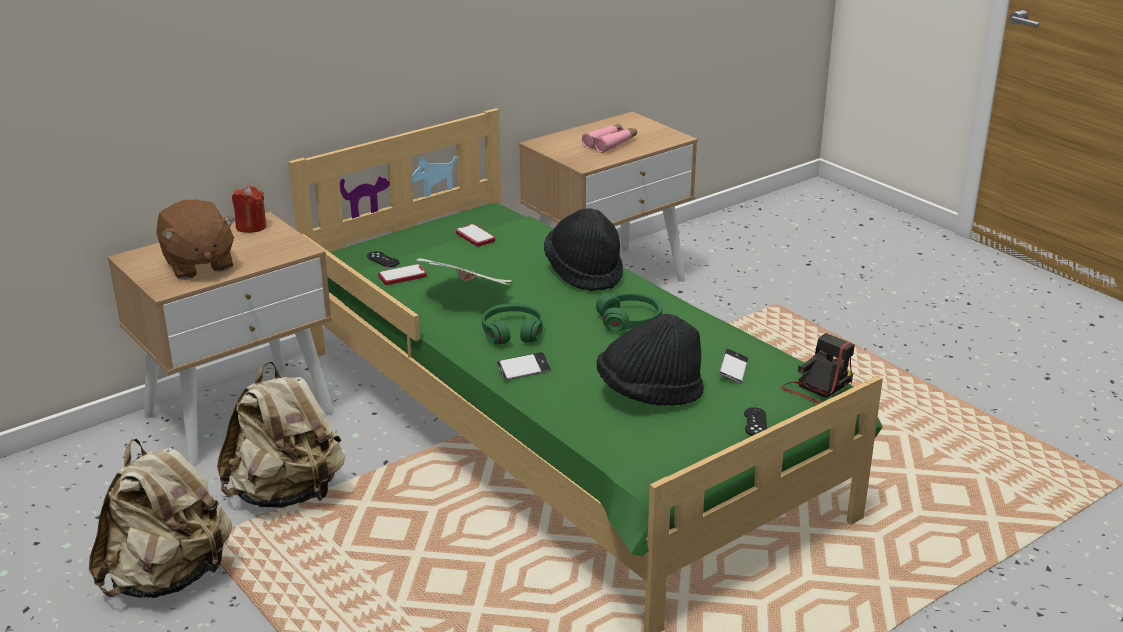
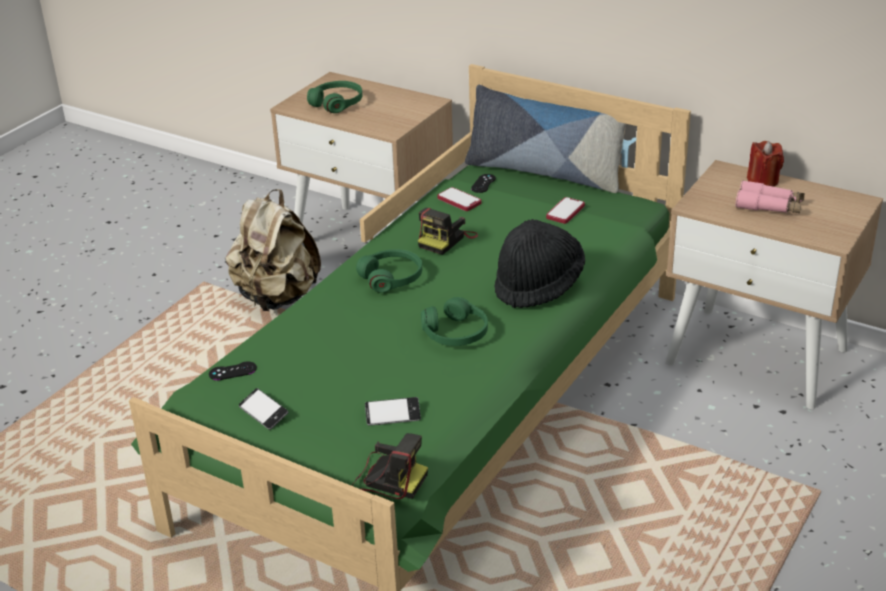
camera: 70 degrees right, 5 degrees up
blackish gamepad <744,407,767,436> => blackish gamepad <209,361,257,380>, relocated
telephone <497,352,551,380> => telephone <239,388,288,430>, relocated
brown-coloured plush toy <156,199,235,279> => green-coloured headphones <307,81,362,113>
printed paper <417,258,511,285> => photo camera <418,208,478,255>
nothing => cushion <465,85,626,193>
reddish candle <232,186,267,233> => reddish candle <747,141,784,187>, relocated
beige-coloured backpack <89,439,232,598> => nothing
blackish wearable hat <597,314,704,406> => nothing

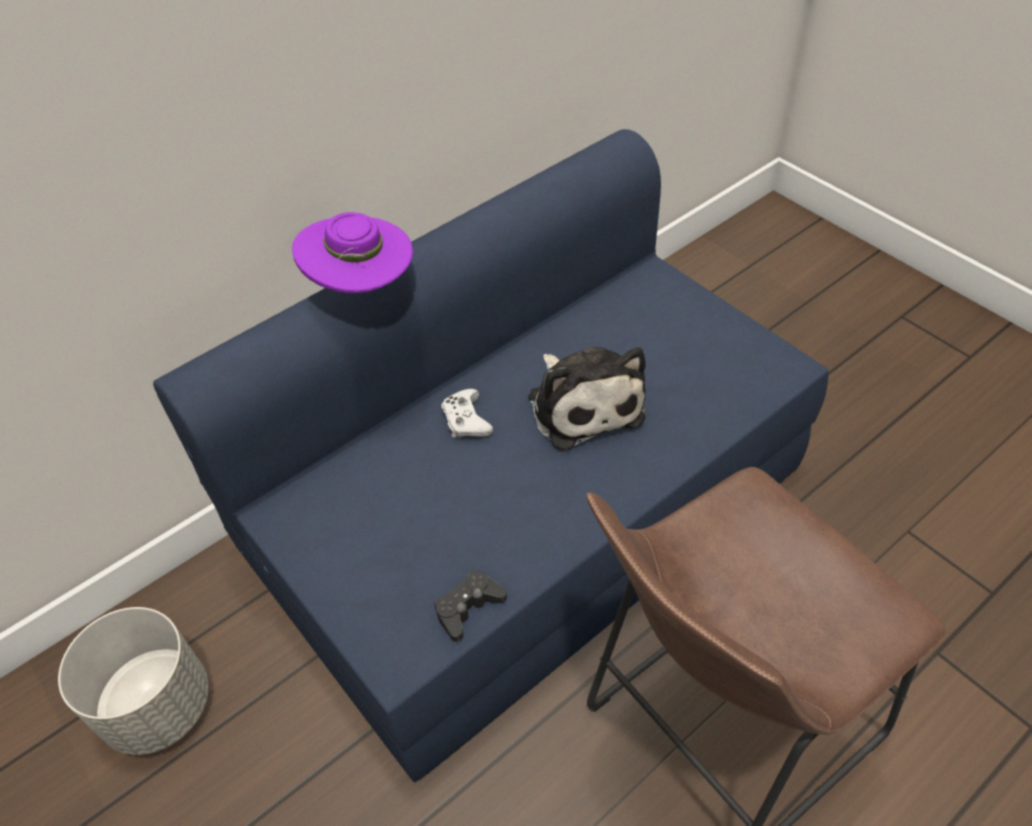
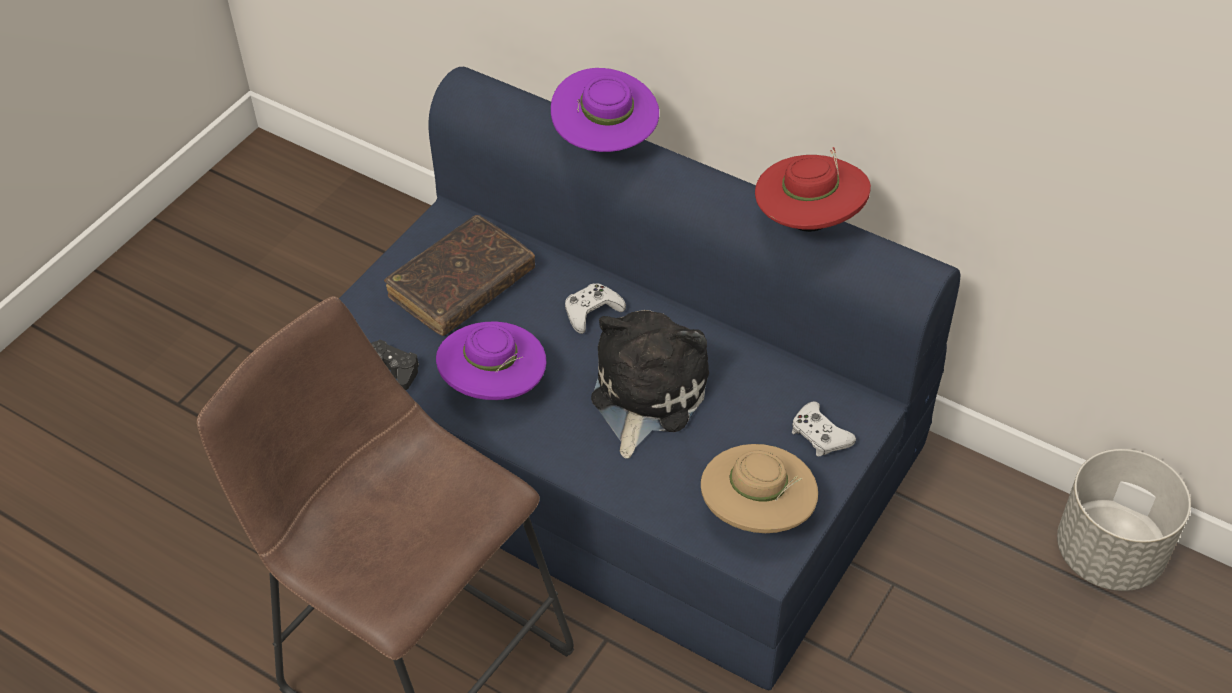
camera: 70 degrees right, 0 degrees up
nothing => brown-coloured bound book <384,215,535,336>
nothing => purplish wearable hat <436,321,546,400>
plush toy <528,347,646,451> => plush toy <591,310,709,459>, 150 degrees clockwise
nothing => beige-coloured wearable hat <701,444,818,533>
nothing => reddish wearable hat <755,147,871,232>
nothing => white gamepad <792,401,856,457>
gray planter <58,607,209,755> => gray planter <1057,449,1191,591>, relocated

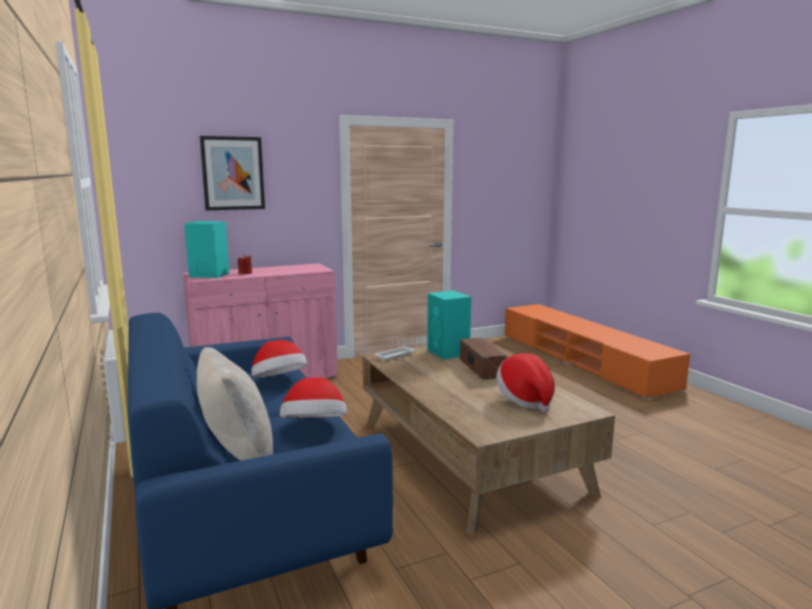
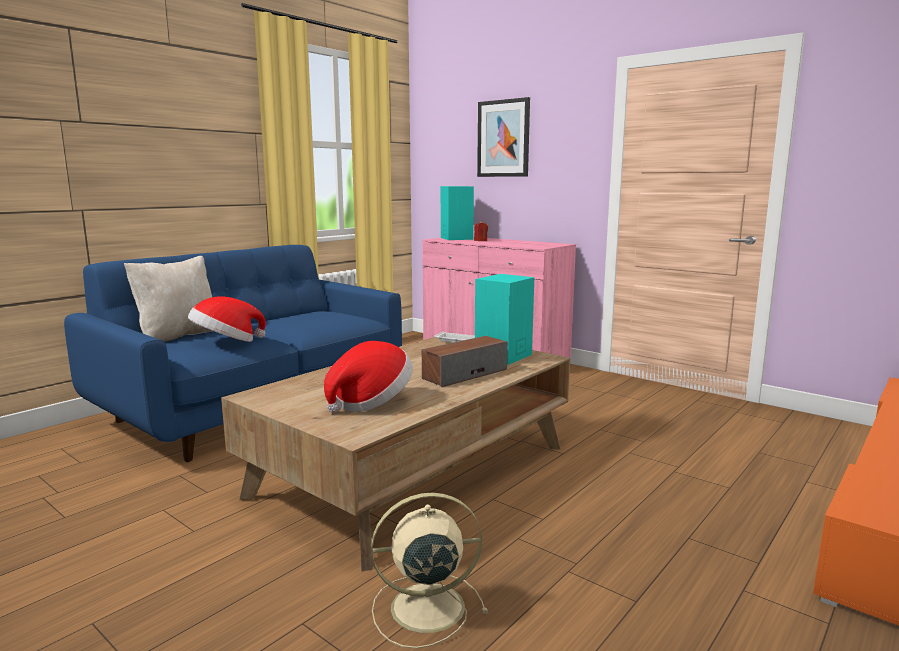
camera: 65 degrees right, 0 degrees up
nothing => beige-coloured cooling fan <371,493,488,649>
wearable hat <251,340,307,378> => nothing

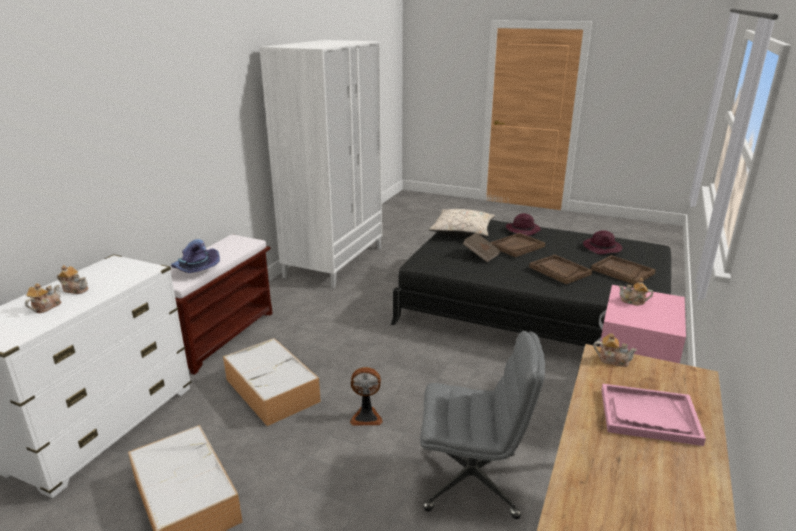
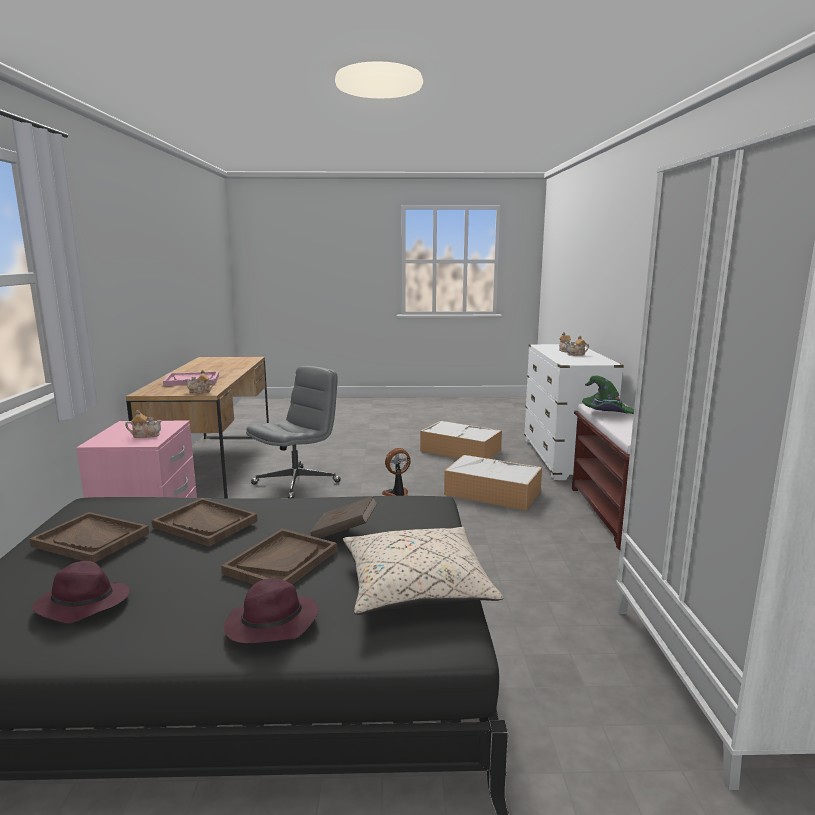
camera: 155 degrees right, 10 degrees down
gray desk chair <420,331,545,519> => gray desk chair <246,366,341,498>, 150 degrees clockwise
purplish wearable hat <171,239,220,273> => green-coloured wearable hat <582,376,634,414>

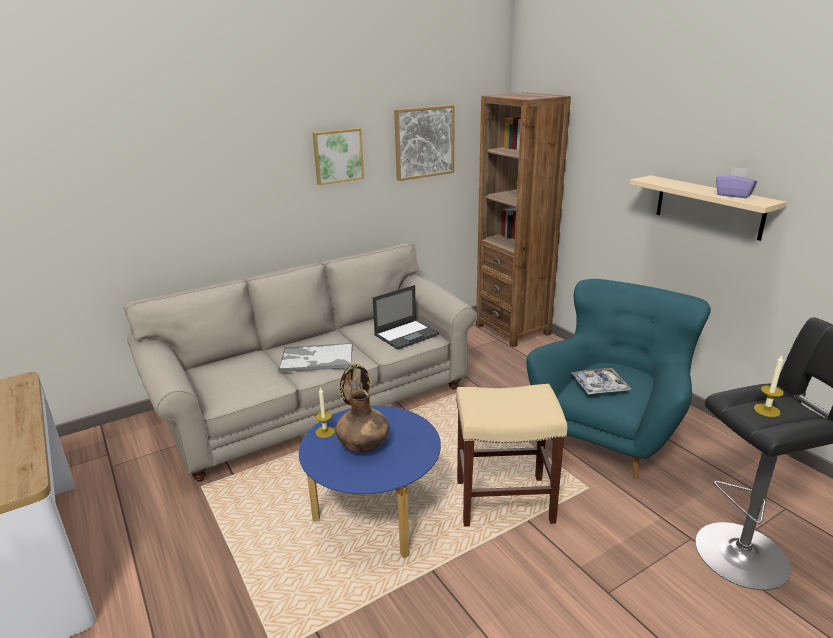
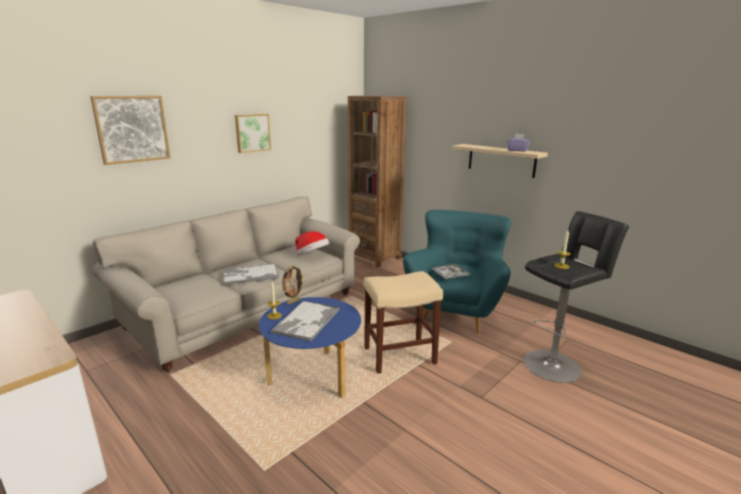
camera: 15 degrees left, 5 degrees down
wall art <394,105,455,181> => wall art <90,96,170,165>, relocated
brown-coloured vase <335,389,389,453> => tray <271,301,340,342>
notebook computer <373,285,439,350> => wearable hat <295,231,330,255>

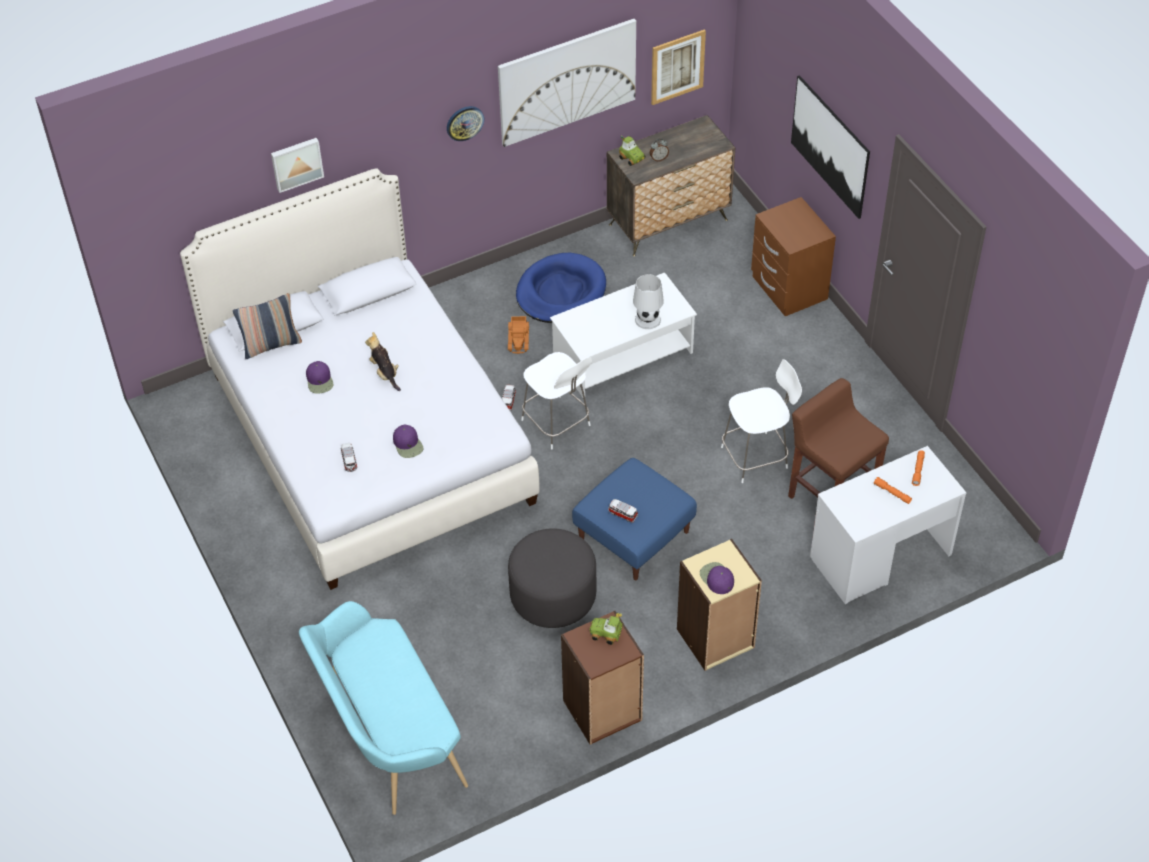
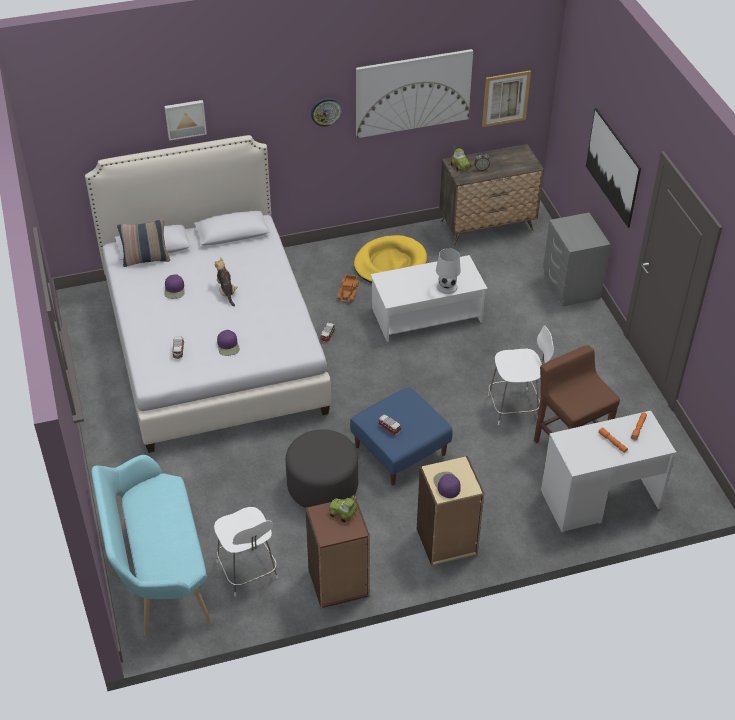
camera: 10 degrees right, 5 degrees down
white plain chair <521,352,592,449> => white plain chair <214,507,278,596>, relocated
blue-coloured dog bed <516,253,606,323> => yellowish dog bed <354,235,427,283>
brown-coloured nightstand <751,197,836,316> => gray nightstand <543,213,611,306>

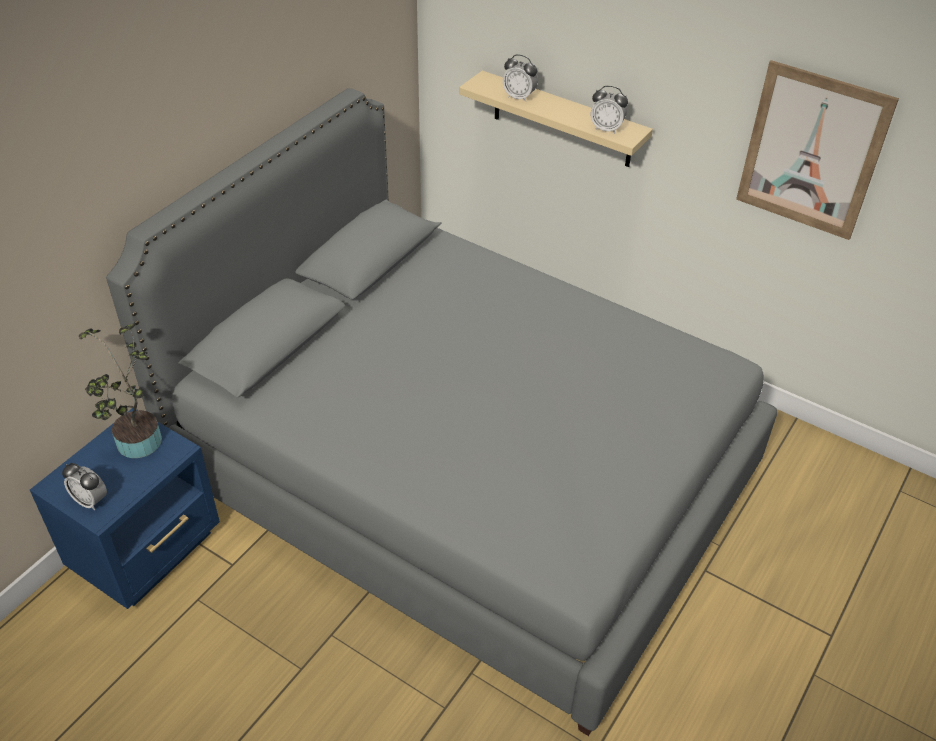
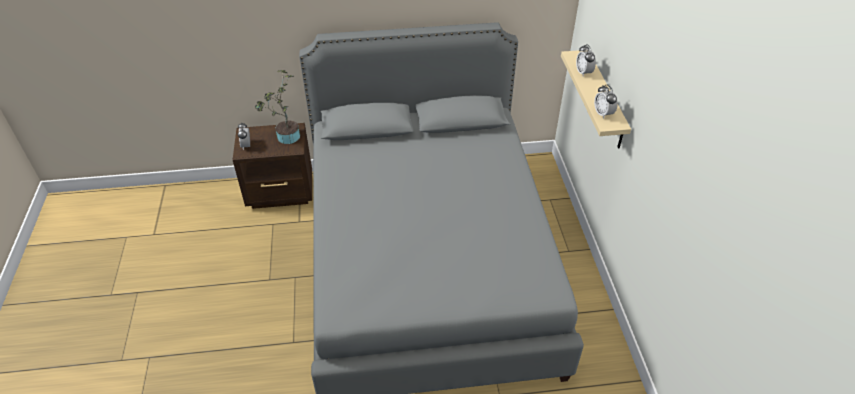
camera: 50 degrees right, 0 degrees up
blue-coloured nightstand <30,408,220,609> => brown-coloured nightstand <233,123,312,209>
wall art <736,60,899,240> => nothing

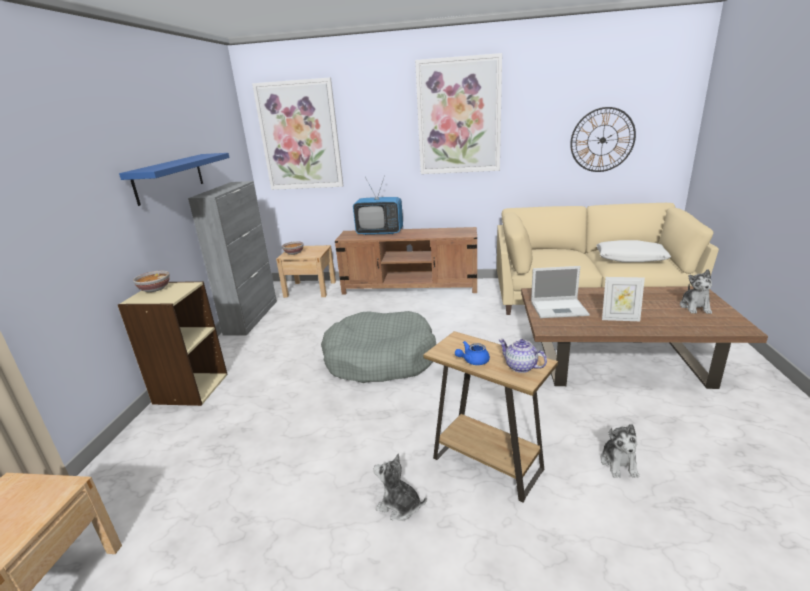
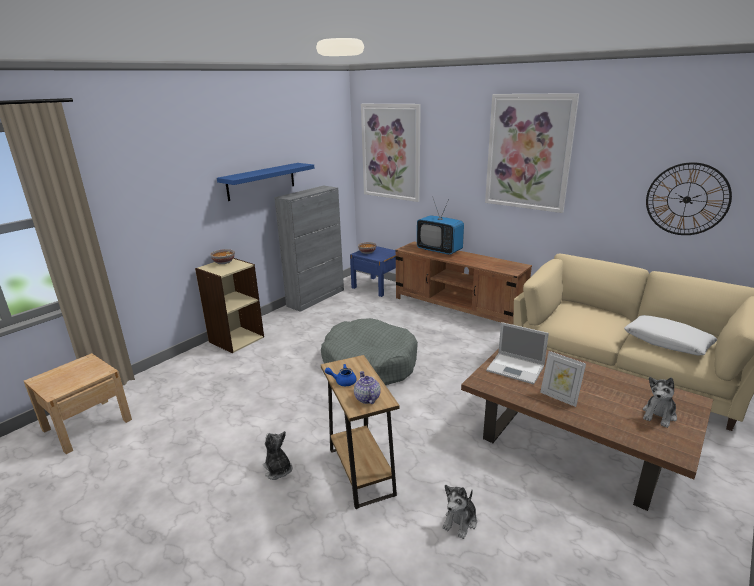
camera: 30 degrees right, 0 degrees up
beige-coloured nightstand <276,245,336,298> => blue-coloured nightstand <350,246,396,297>

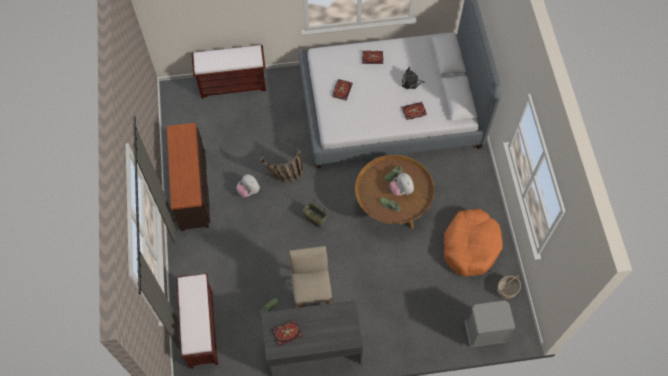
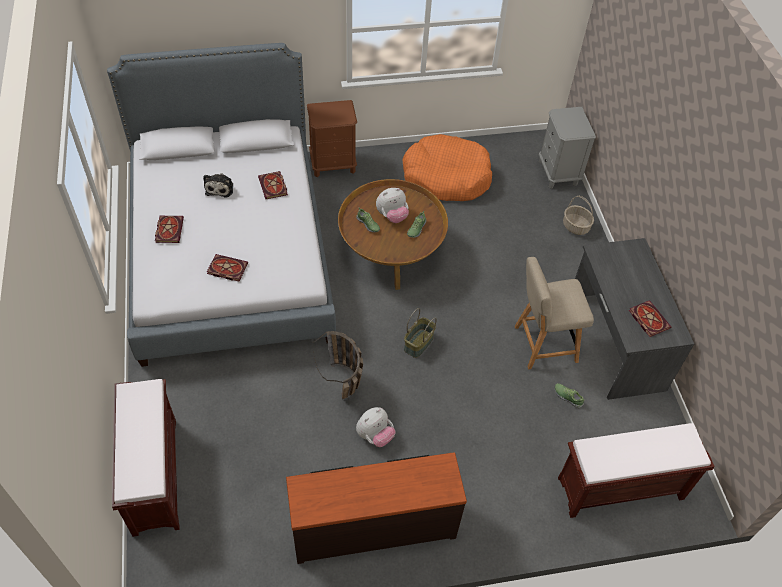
camera: 95 degrees left, 10 degrees down
nothing => brown-coloured nightstand <307,100,357,177>
household basket <497,276,521,299> => household basket <563,196,594,235>, relocated

